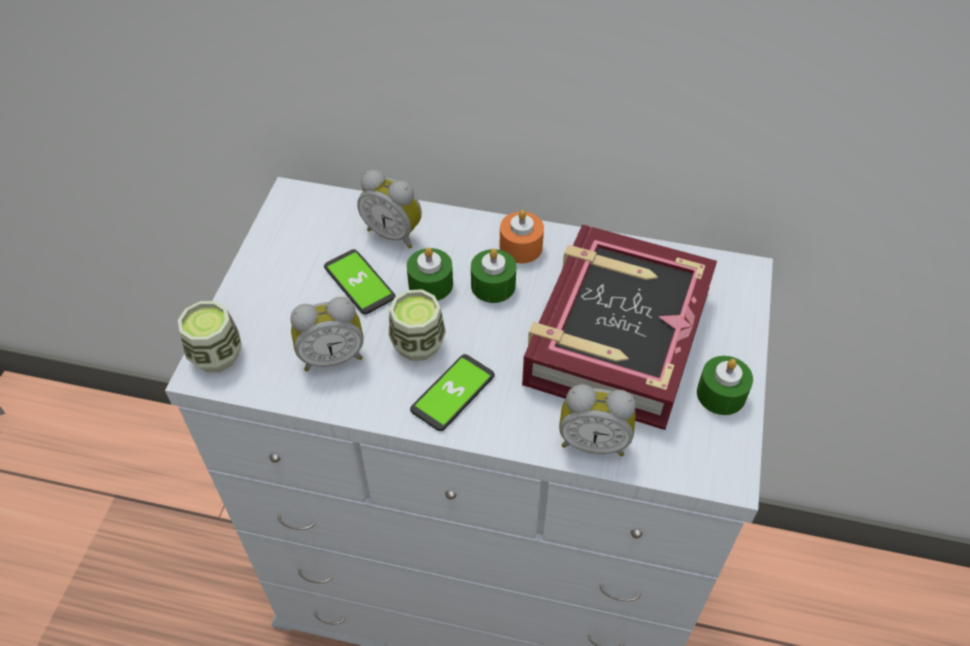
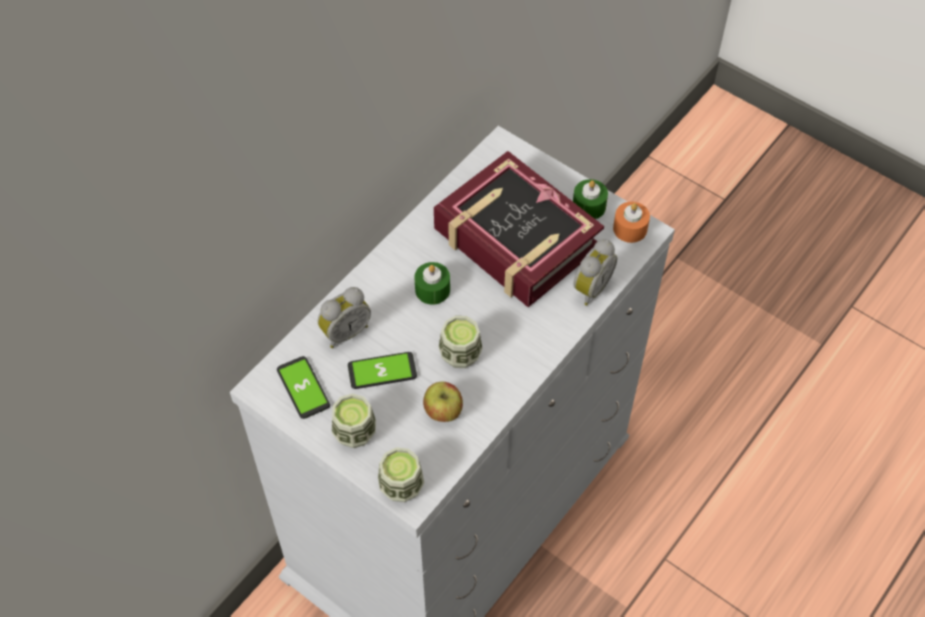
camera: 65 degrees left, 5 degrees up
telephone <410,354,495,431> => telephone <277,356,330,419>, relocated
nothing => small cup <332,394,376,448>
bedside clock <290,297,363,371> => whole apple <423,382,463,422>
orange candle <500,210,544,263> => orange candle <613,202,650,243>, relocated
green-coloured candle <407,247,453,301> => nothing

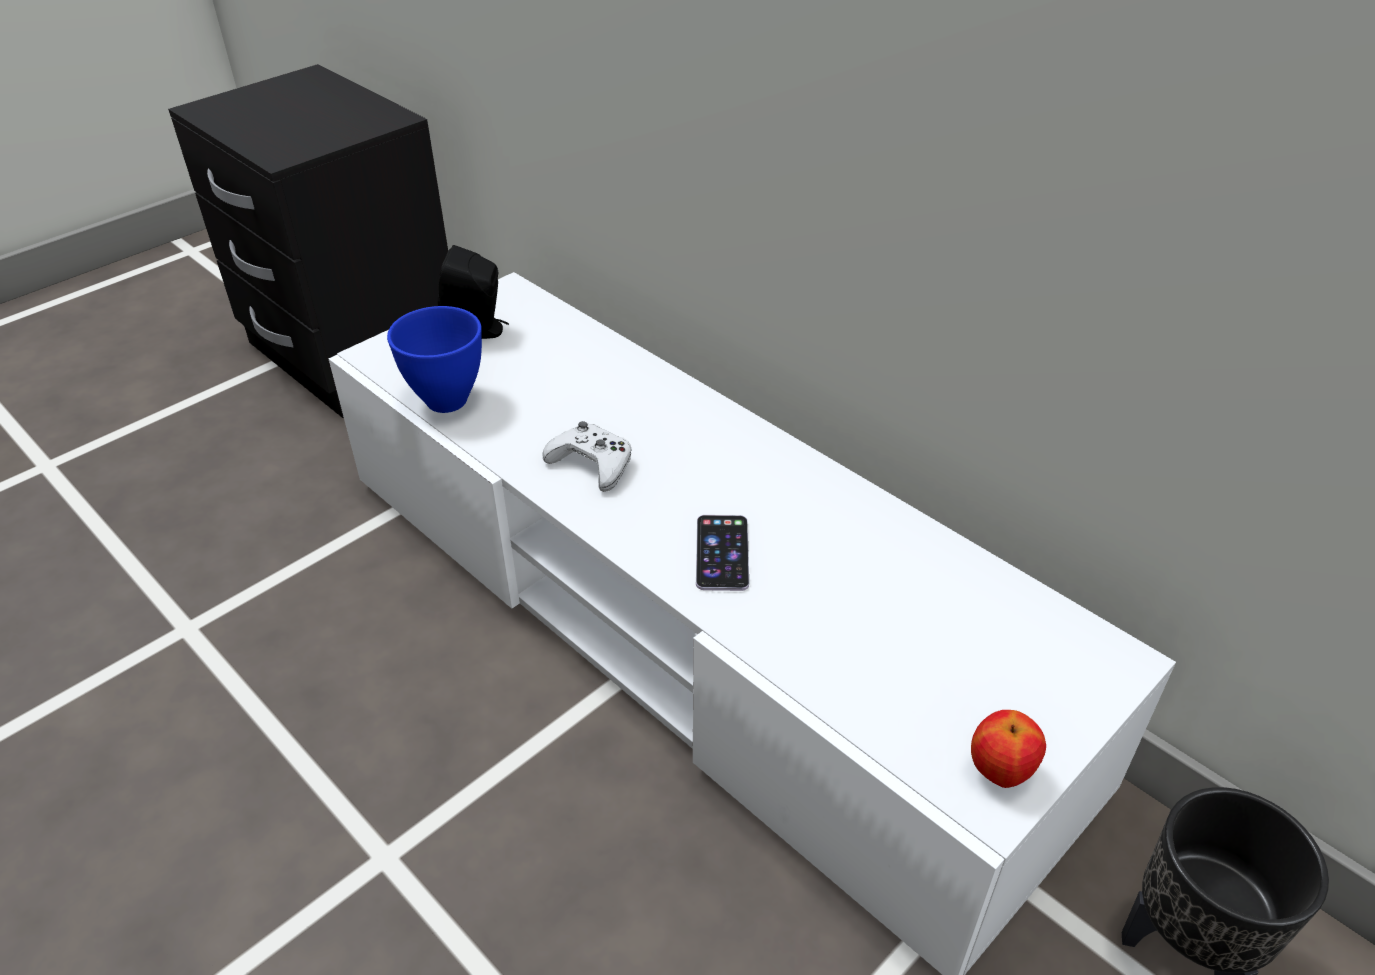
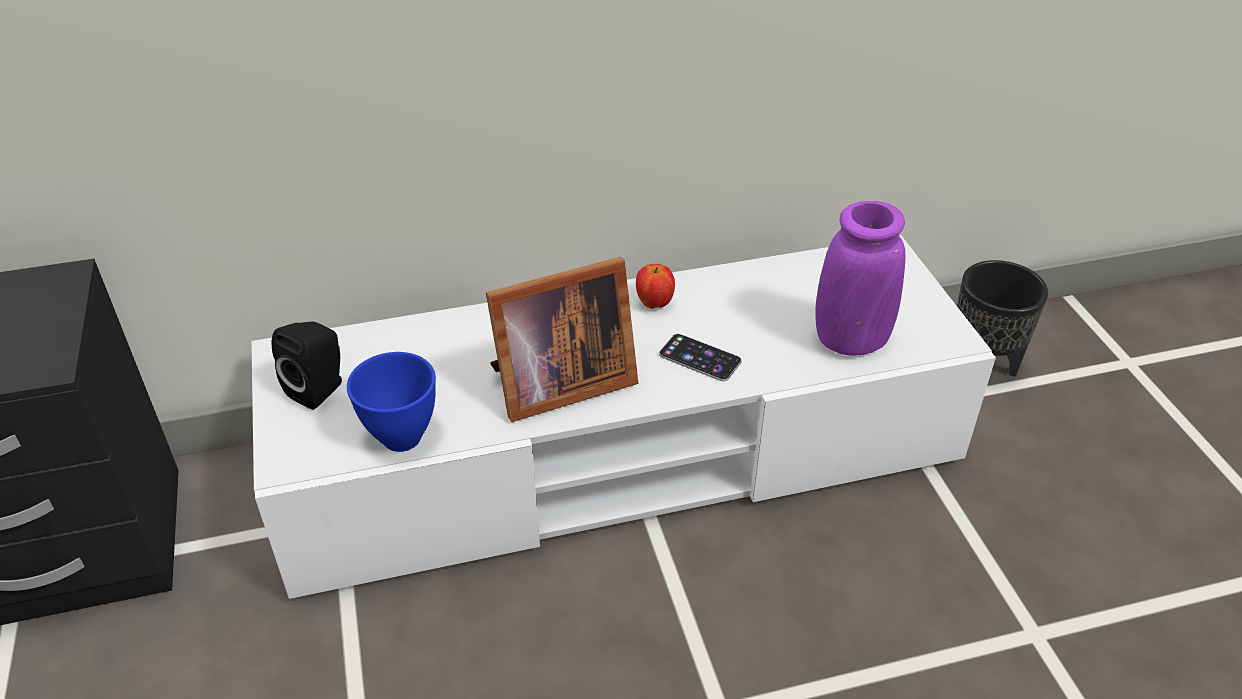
camera: 60 degrees left, 0 degrees up
white gamepad <542,421,631,492> => standing frame <486,257,638,422>
whole apple <971,710,1046,788> => whole apple <636,264,675,309>, relocated
nothing => purplish vase <815,201,905,356>

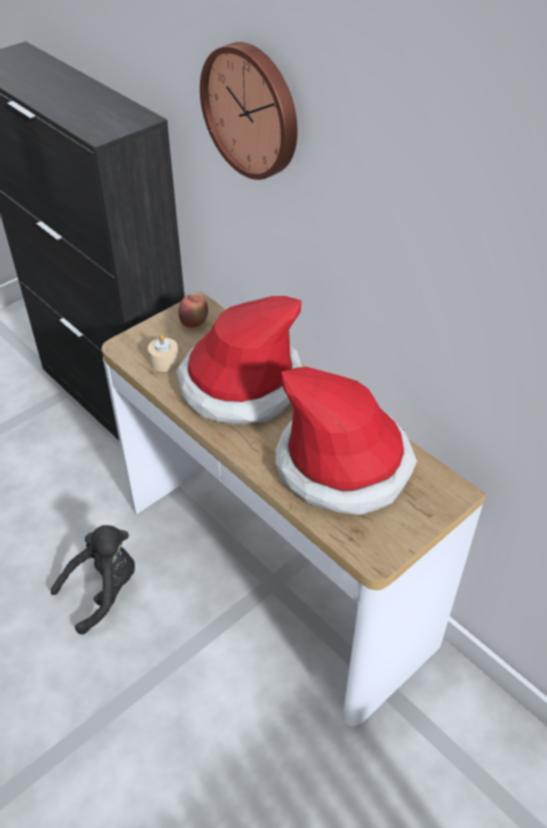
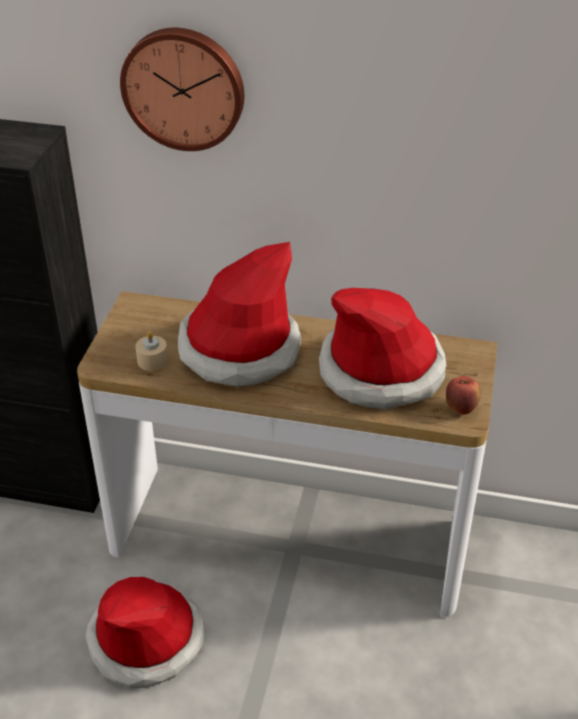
camera: 35 degrees left, 5 degrees down
blackish plush toy <51,525,135,634> => wearable hat <86,577,205,688>
whole apple <178,295,208,328> => whole apple <446,376,481,415>, relocated

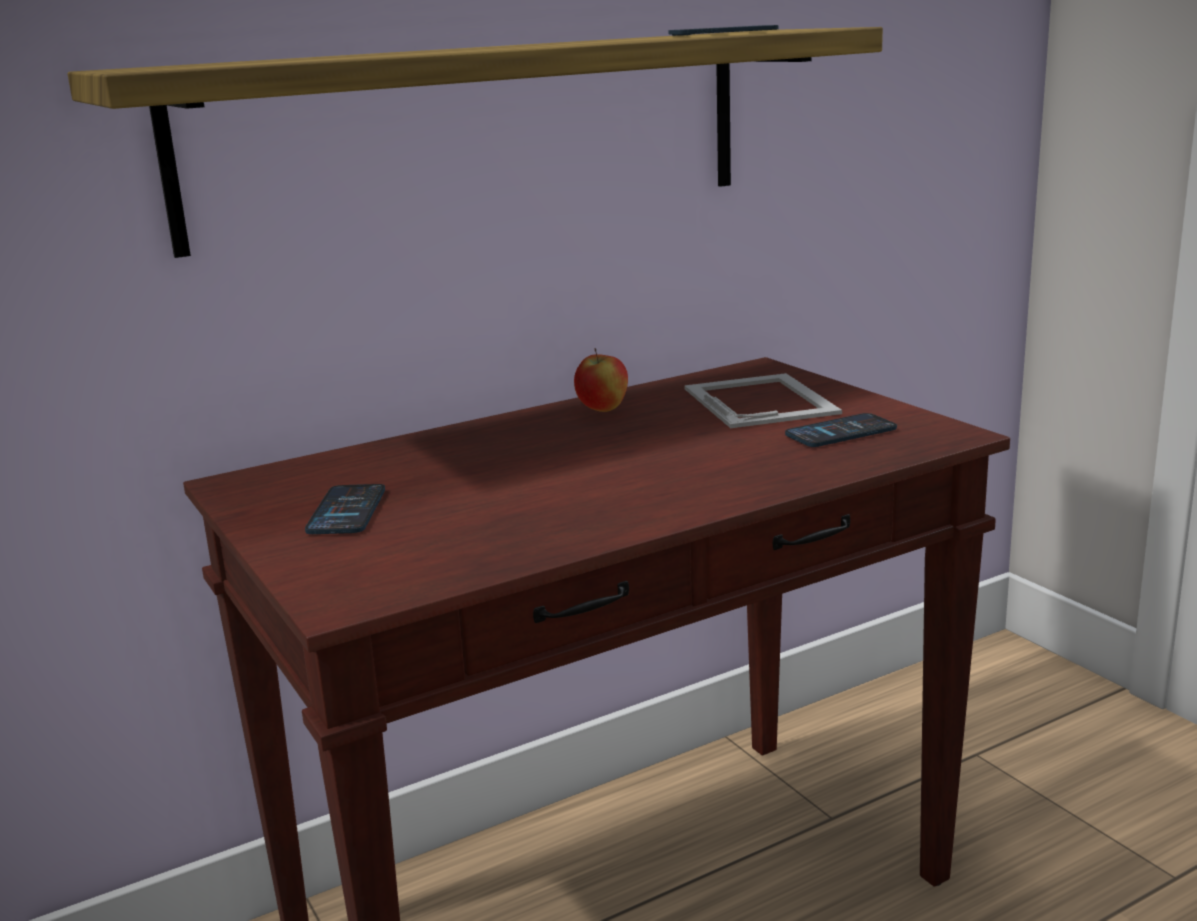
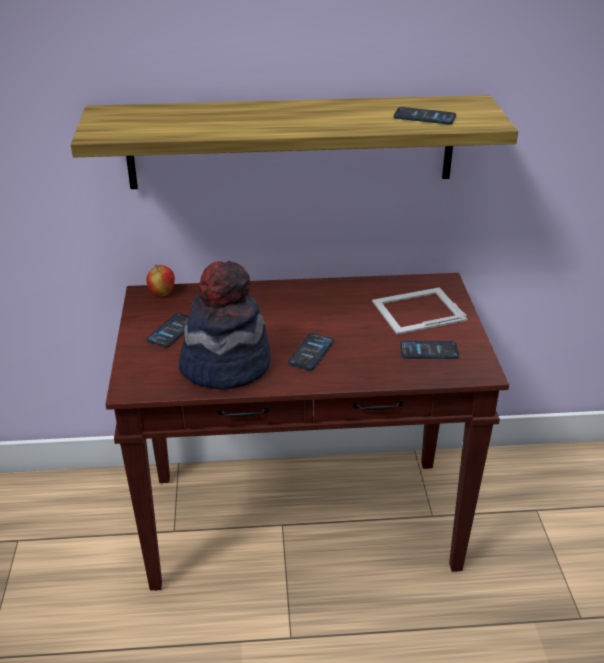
camera: 25 degrees right, 15 degrees up
whole apple <574,348,628,412> => whole apple <146,264,175,296>, relocated
nothing => wearable hat <179,261,271,390>
nothing => telephone <288,333,334,370>
standing frame <684,373,842,428> => standing frame <372,287,467,335>, 120 degrees counterclockwise

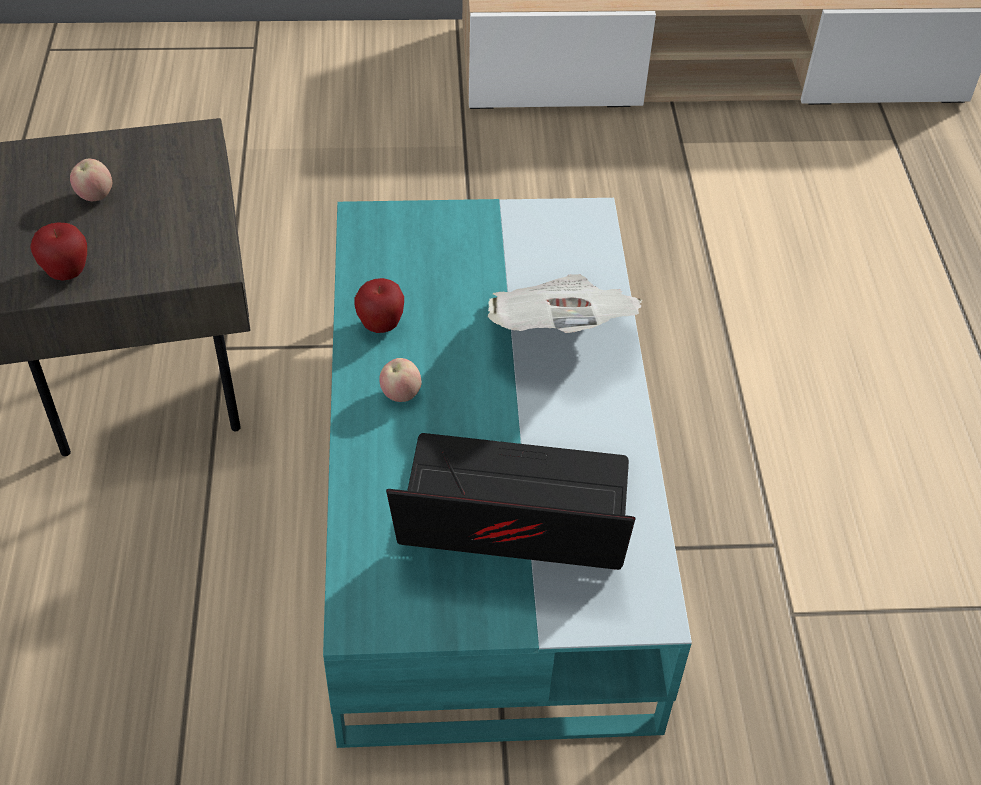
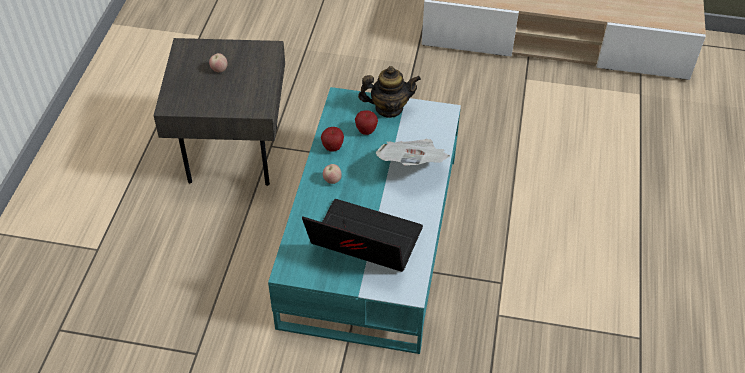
camera: 15 degrees right, 0 degrees up
whole apple <30,223,87,281> => whole apple <355,110,378,135>, relocated
nothing => teapot <358,66,421,118>

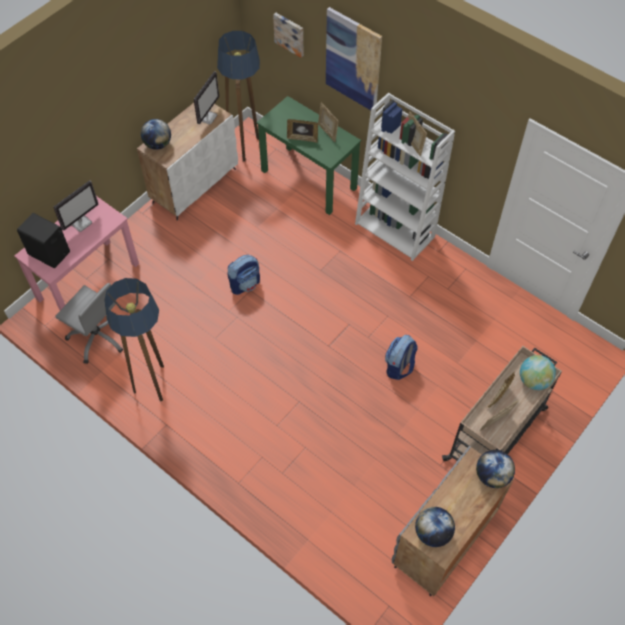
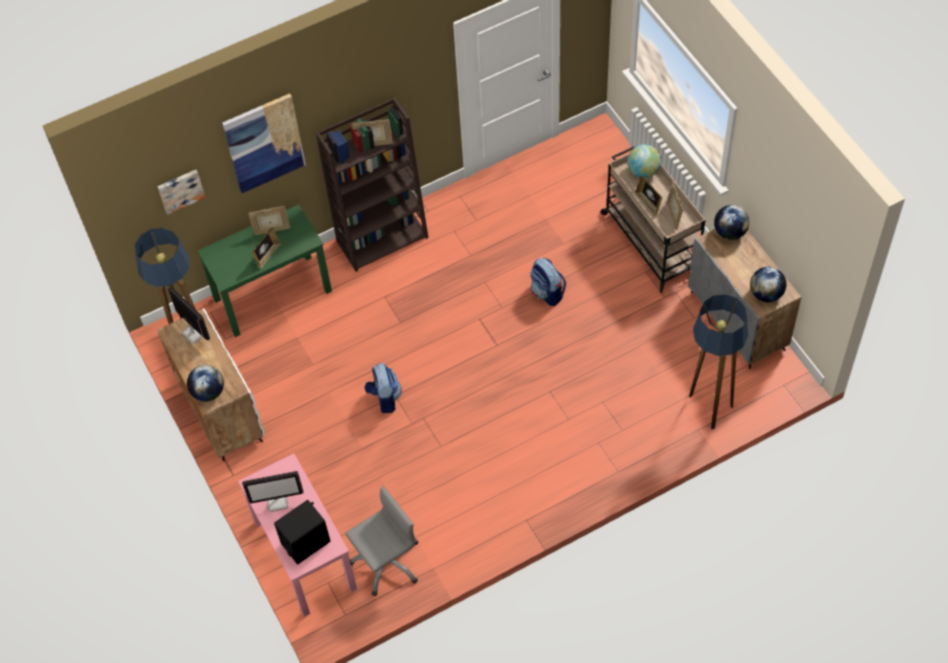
camera: 65 degrees left, 0 degrees up
monitor <53,180,98,232> => monitor <242,471,304,512>, 105 degrees clockwise
white shelving unit <355,93,455,261> => brown-coloured shelving unit <316,97,428,272>
floor lamp <104,278,164,402> => floor lamp <689,294,748,429>, relocated

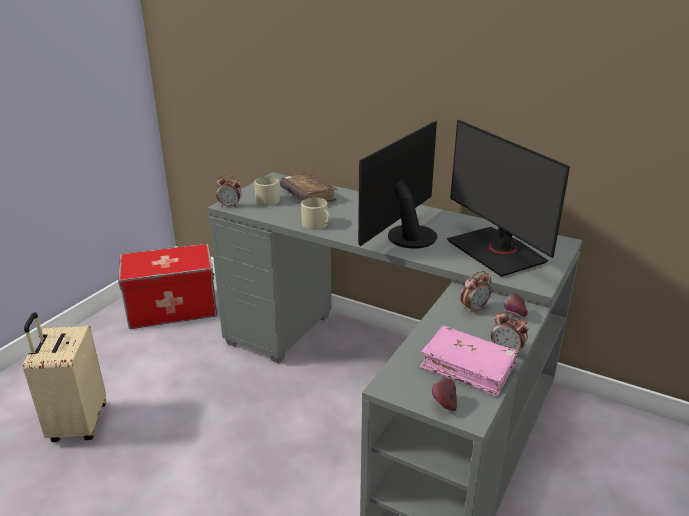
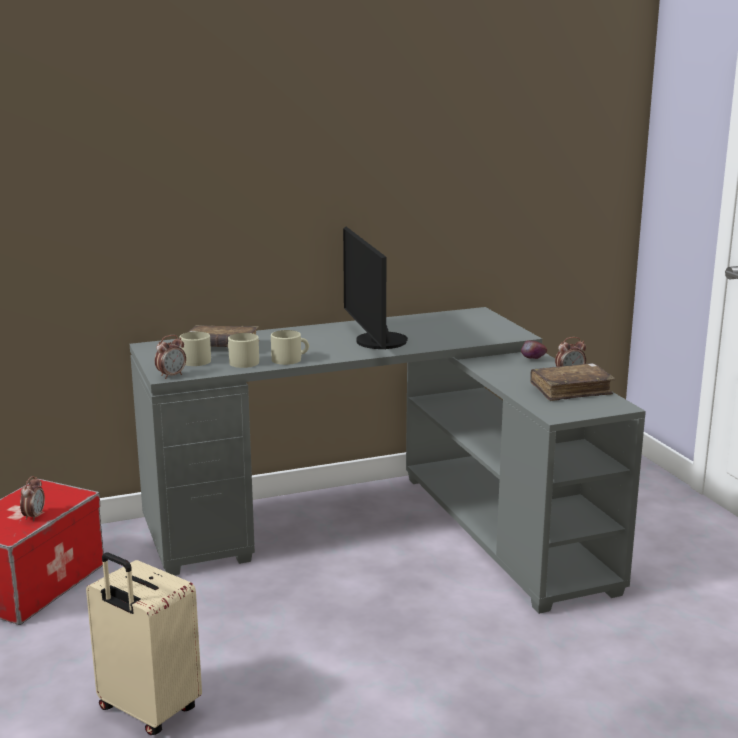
camera: 50 degrees left, 10 degrees down
bedside clock <460,271,491,314> => bedside clock <20,476,45,521>, relocated
nothing => beige-coloured mug <228,333,259,368>
pink-coloured bound book <420,326,517,397> => brown-coloured bound book <530,363,615,401>
whole apple <432,378,457,411> => nothing
monitor <447,120,570,277> => nothing

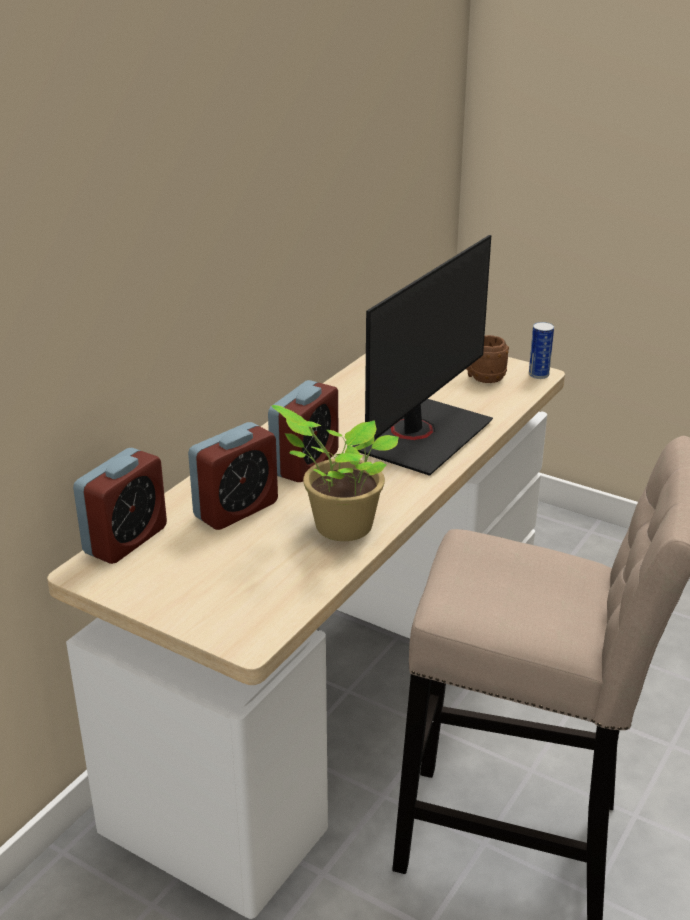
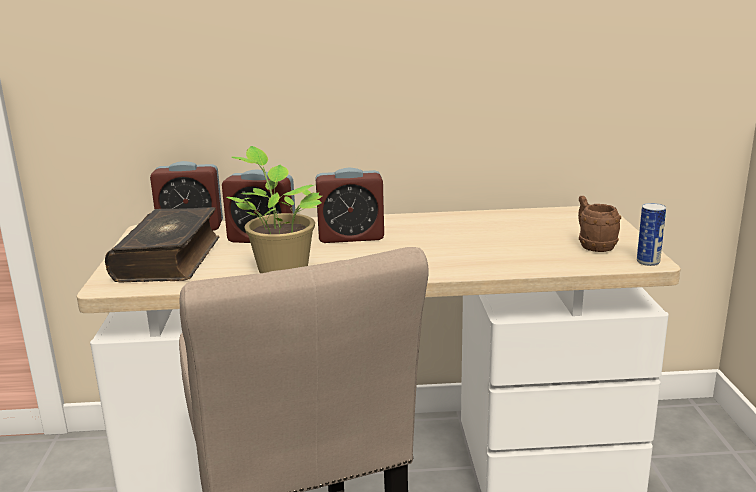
camera: 55 degrees right, 10 degrees down
nothing => bound book <105,207,219,282>
monitor <352,235,493,476> => nothing

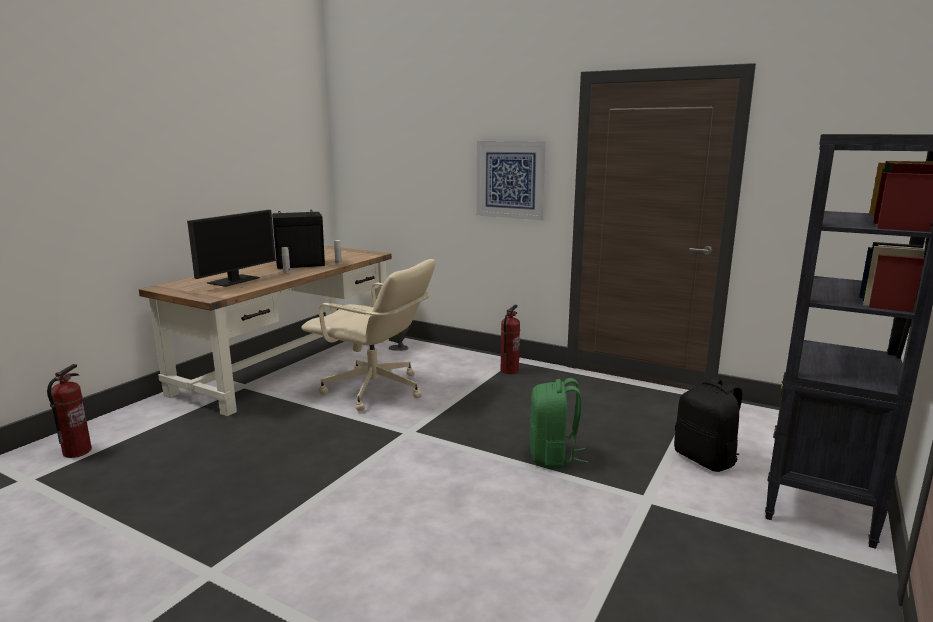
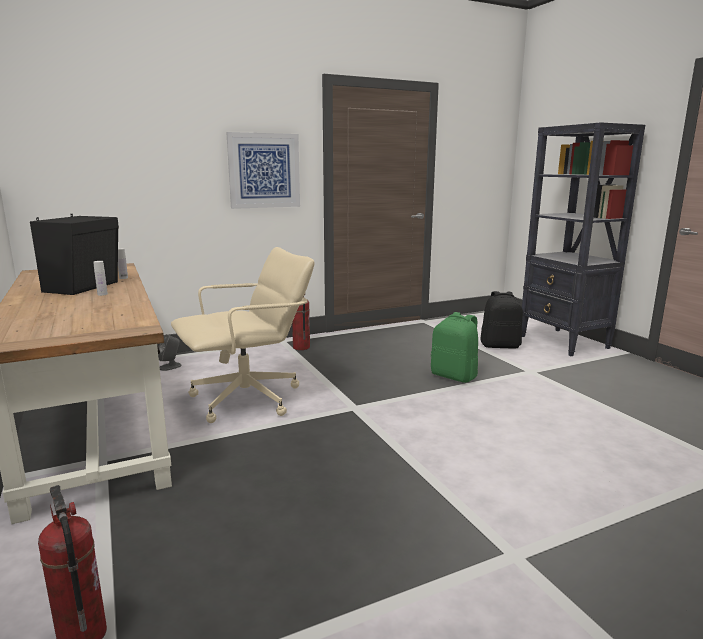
camera: 55 degrees left, 0 degrees up
monitor <187,210,276,287> => nothing

